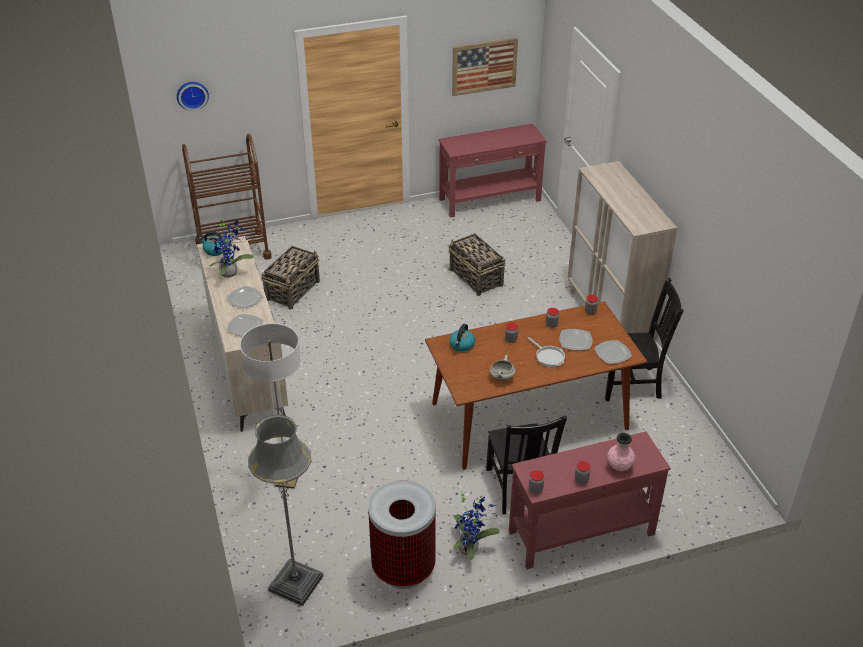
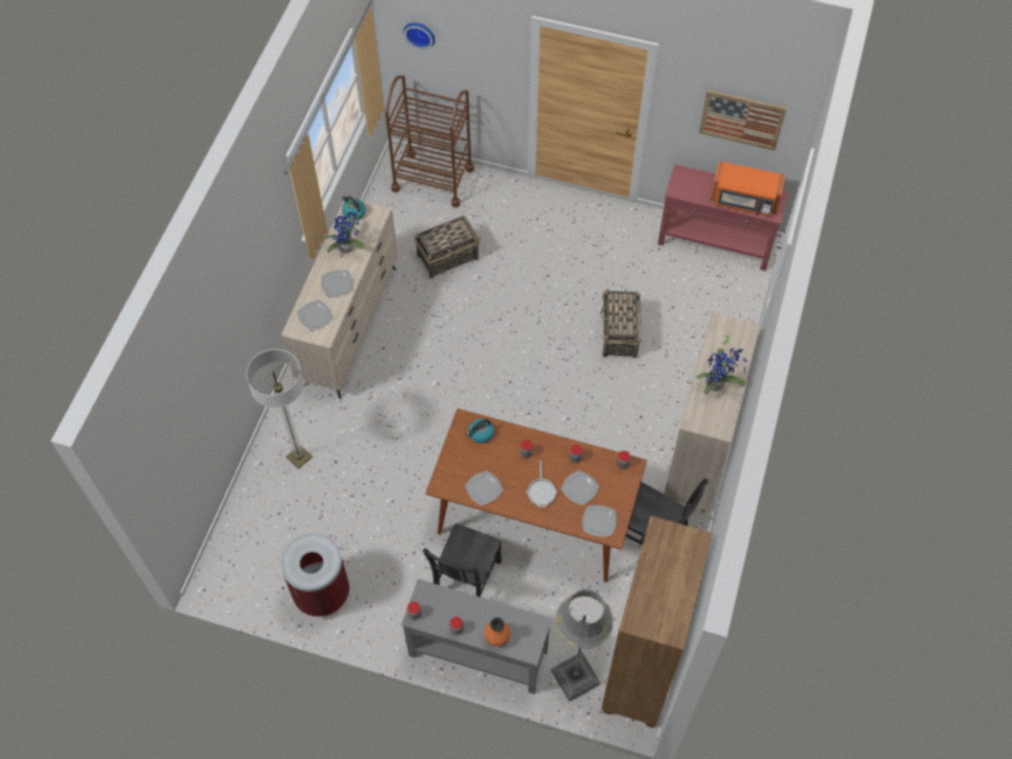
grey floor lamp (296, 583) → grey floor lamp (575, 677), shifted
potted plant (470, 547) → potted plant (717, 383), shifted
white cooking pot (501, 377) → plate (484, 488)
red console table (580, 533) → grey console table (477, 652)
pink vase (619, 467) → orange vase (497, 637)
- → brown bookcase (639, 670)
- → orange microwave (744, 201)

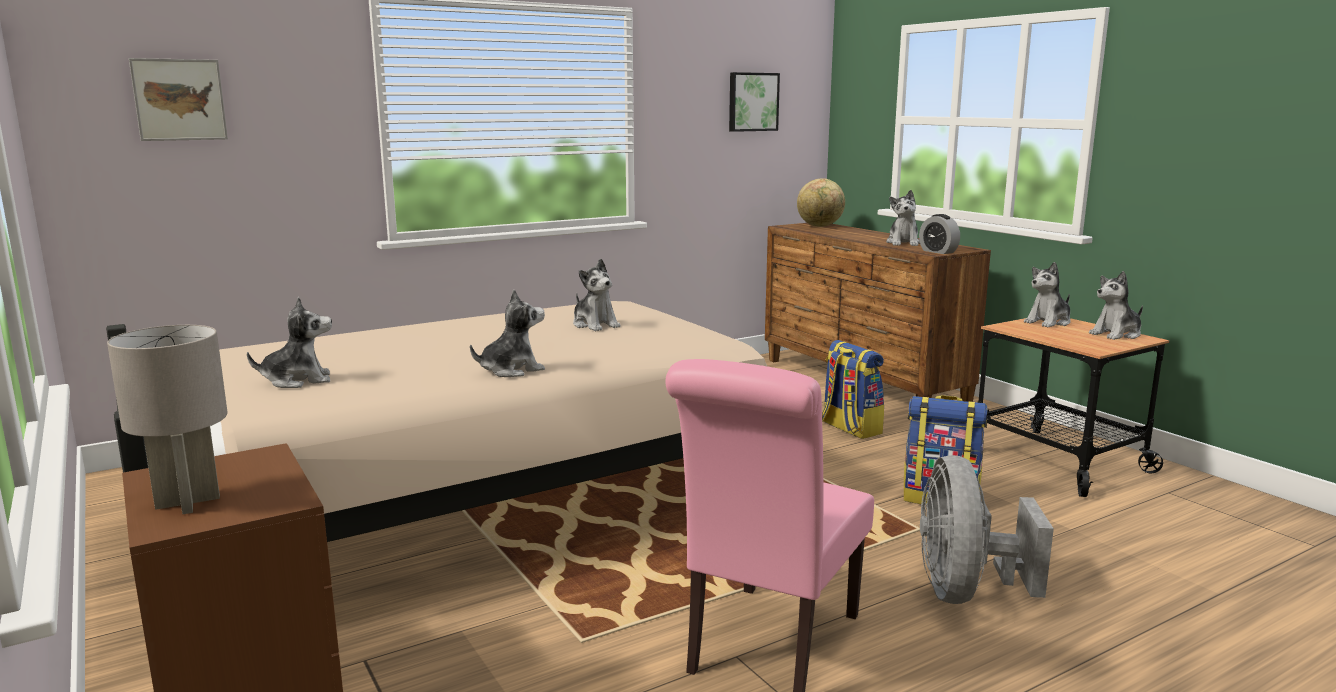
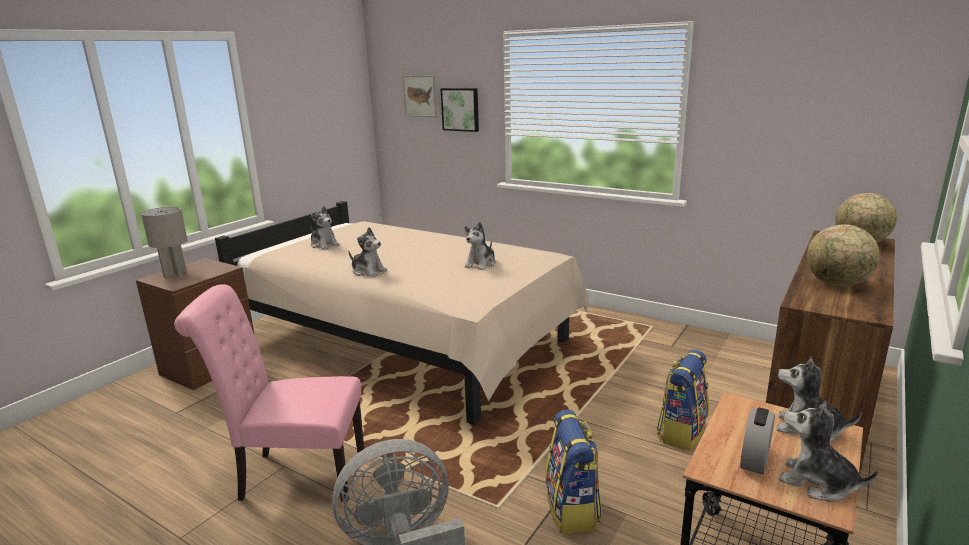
picture (752, 102) → picture (461, 109), shifted
plush toy (903, 243) → globe (837, 284)
alarm clock (938, 251) → alarm clock (754, 460), shifted

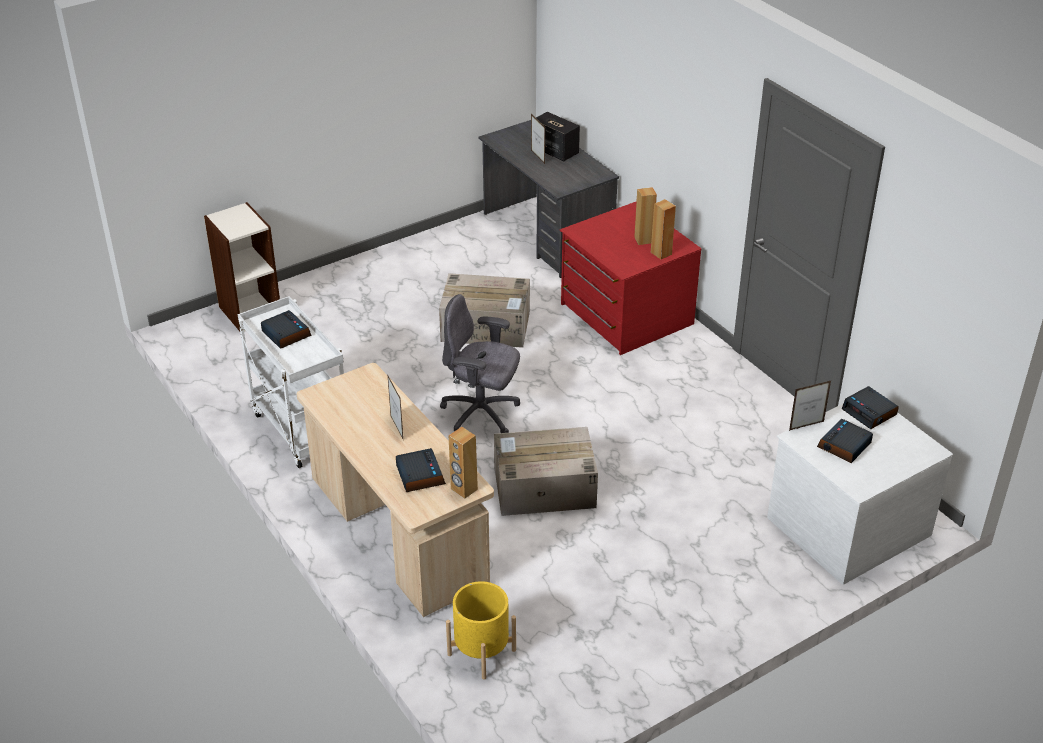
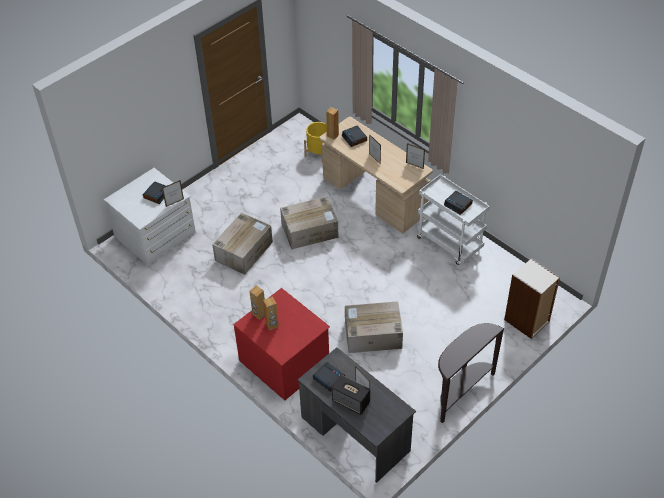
grey office chair (481, 414) → -
alarm clock (870, 412) → alarm clock (328, 378), shifted
- → cardboard box (244, 250)
- → picture frame (414, 166)
- → brown console table (460, 391)

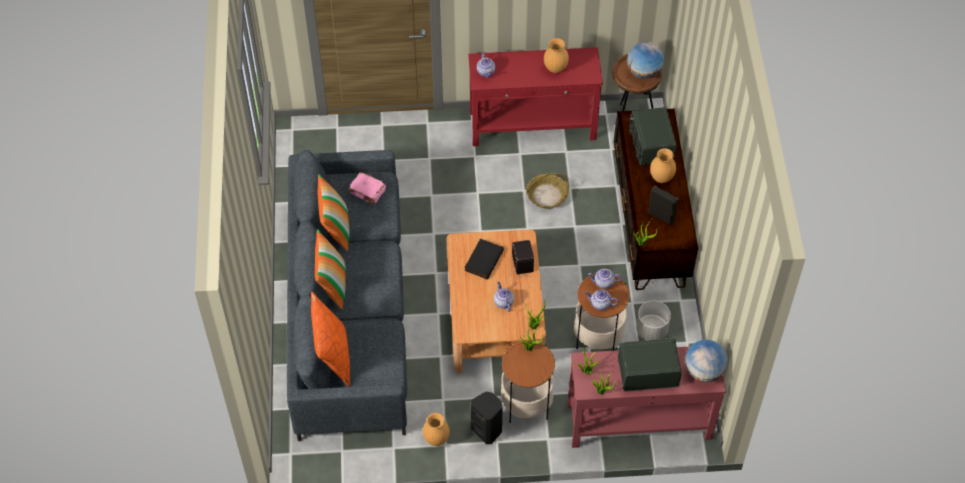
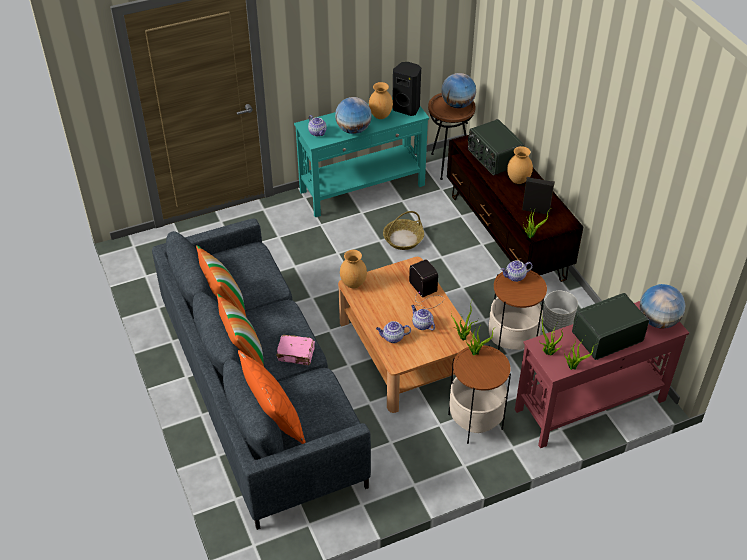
pink book (368, 192) → pink book (296, 355), shifted
brown vase (436, 439) → brown vase (353, 284), shifted
black book (483, 260) → -
red console table (533, 126) → turquoise console table (363, 188)
black speaker (487, 430) → black speaker (407, 108), shifted
teapot (600, 304) → teapot (392, 338), shifted
- → globe (353, 130)

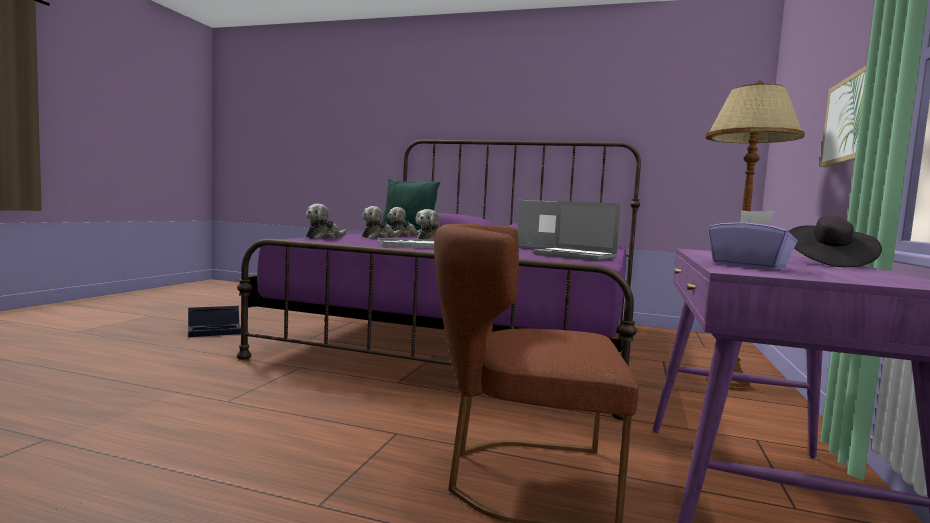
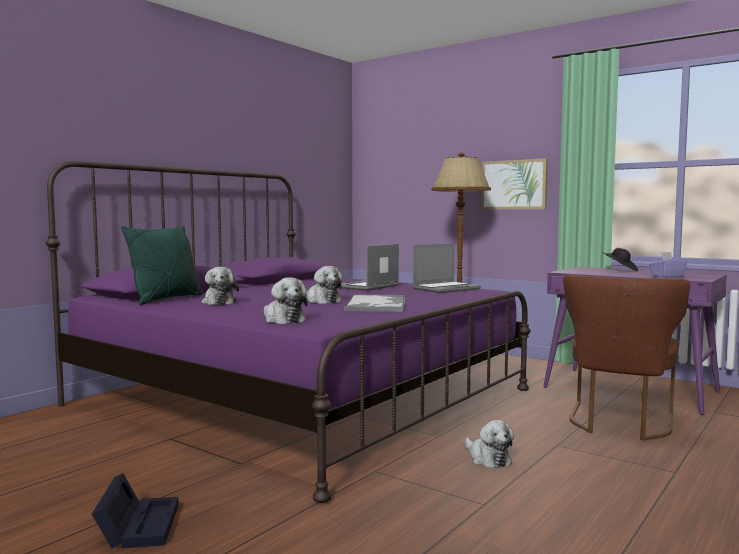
plush toy (379, 237) → plush toy (487, 458), shifted

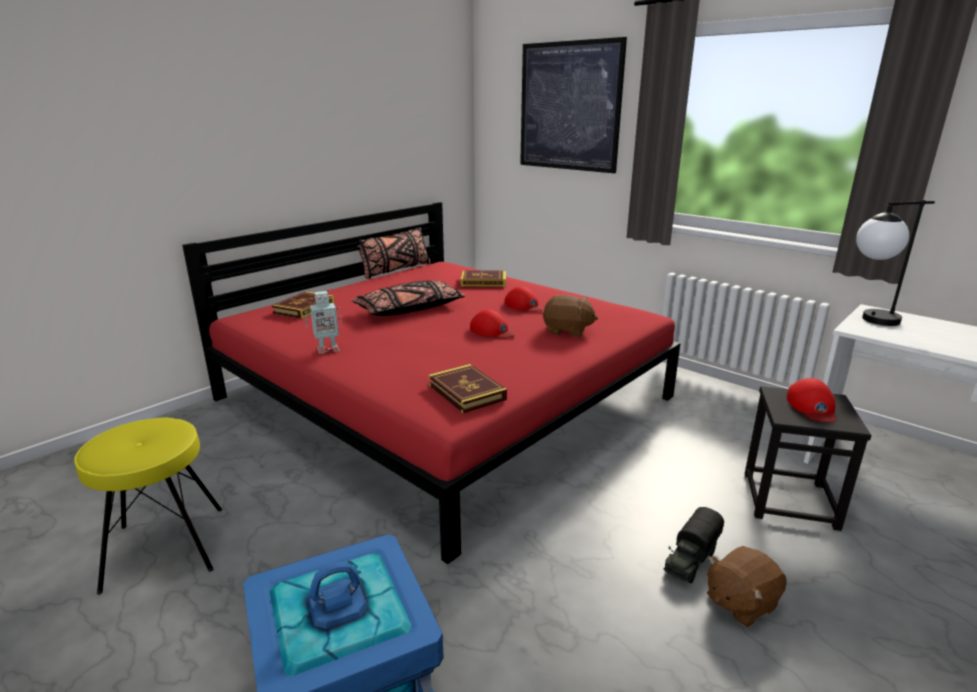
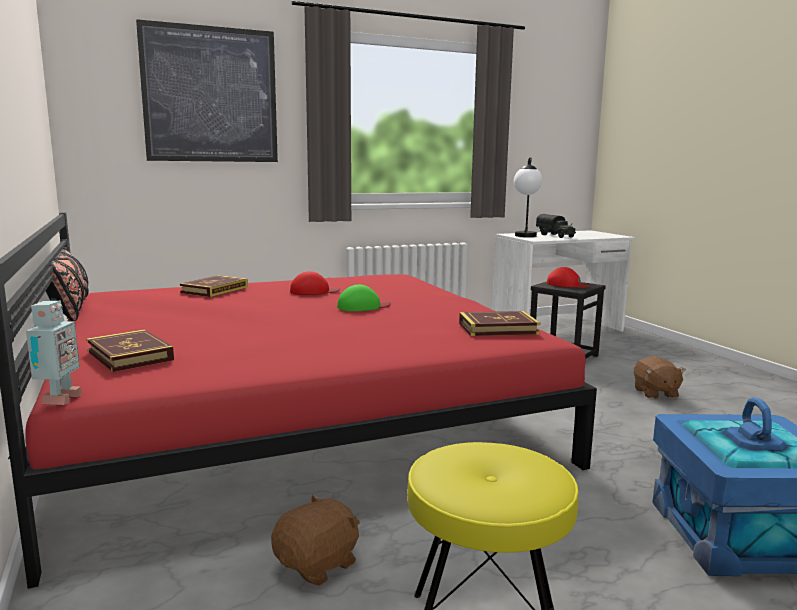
toy robot (327, 350) → toy robot (58, 399), shifted
black pillow (409, 310) → -
red cap (492, 331) → green cap (363, 306)
brown plush toy (567, 331) → brown plush toy (318, 564), shifted
toy truck (690, 559) → toy truck (555, 236), shifted

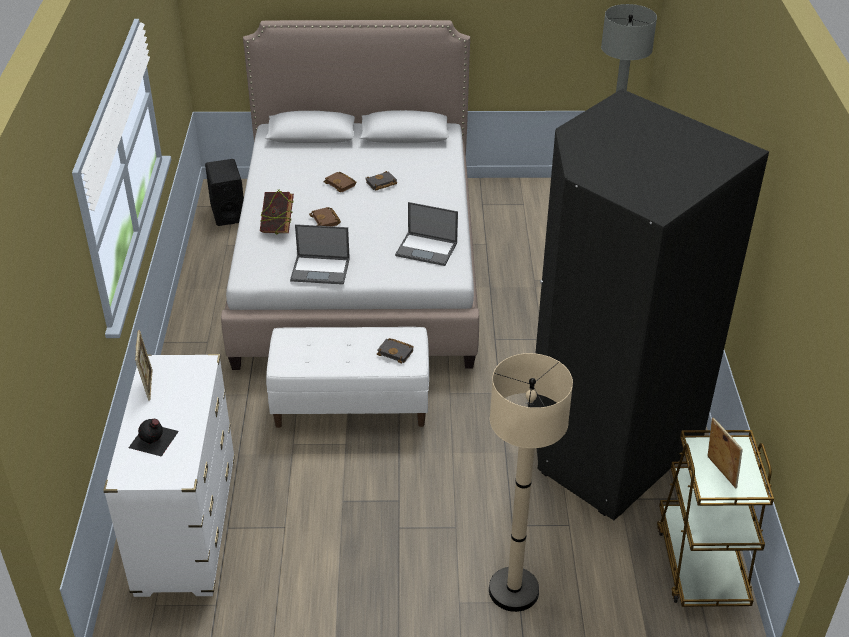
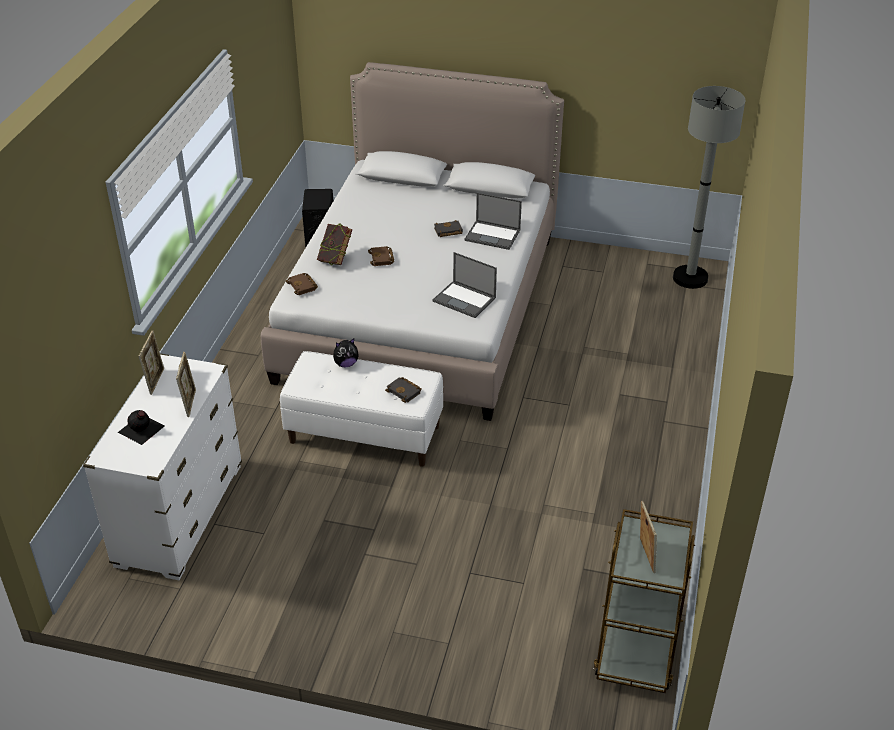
laptop (321, 270) → laptop (493, 235), shifted
brown book (341, 184) → brown book (303, 286), shifted
beige floor lamp (513, 590) → -
black wardrobe (604, 440) → -
- → picture frame (189, 403)
- → plush toy (346, 364)

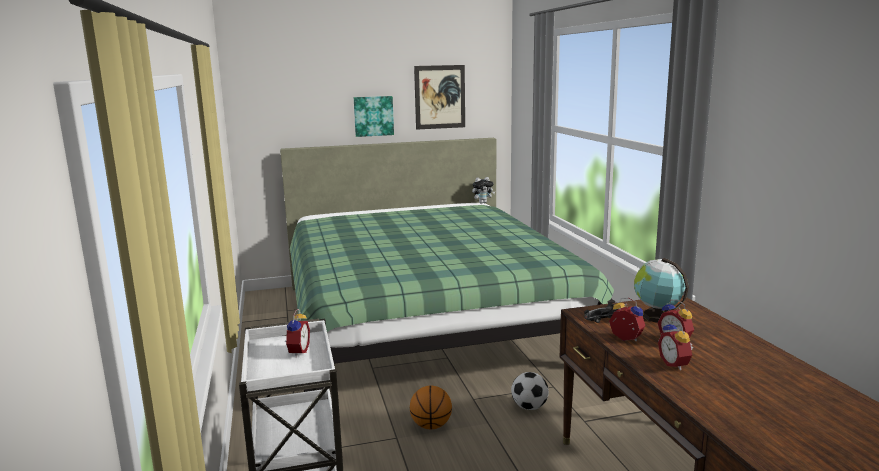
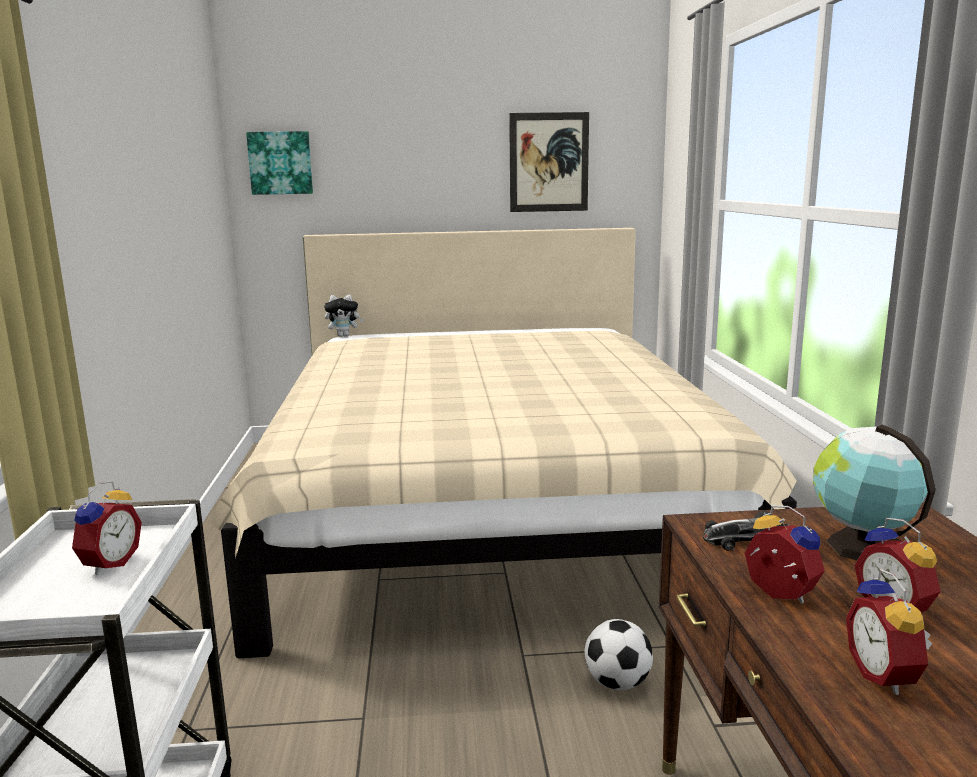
green bed (424, 323) → beige bed (488, 510)
picture (373, 116) → picture (280, 163), shifted
basketball (431, 425) → -
plush toy (483, 202) → plush toy (344, 336), shifted

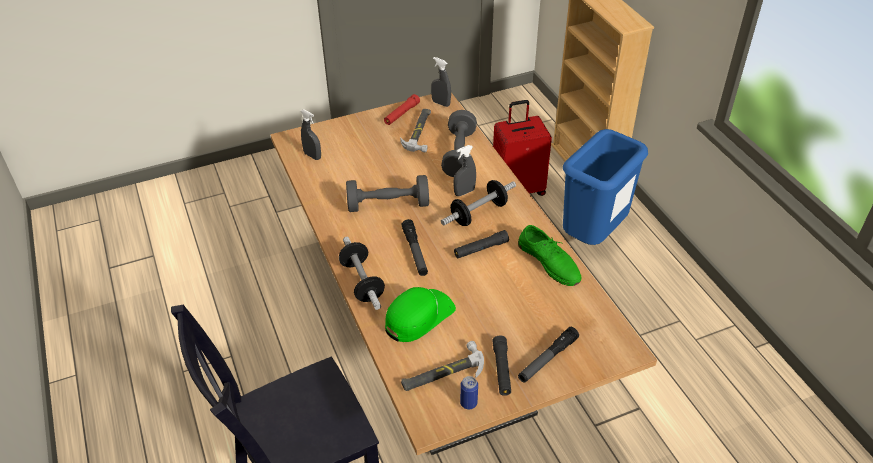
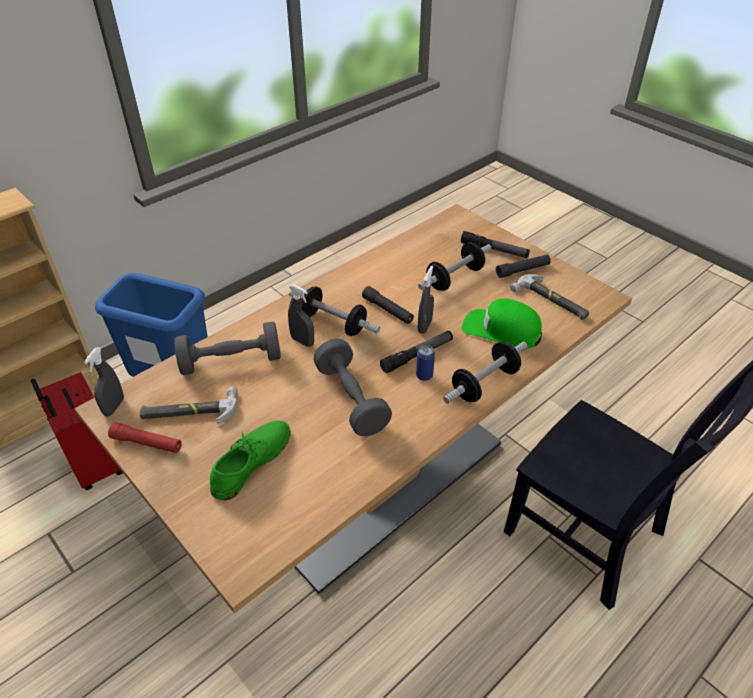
grey spray bottle (312, 156) → grey spray bottle (424, 326), shifted
can (468, 403) → can (424, 375), shifted
green shoe (549, 261) → green shoe (251, 461), shifted
- → dumbbell (454, 278)

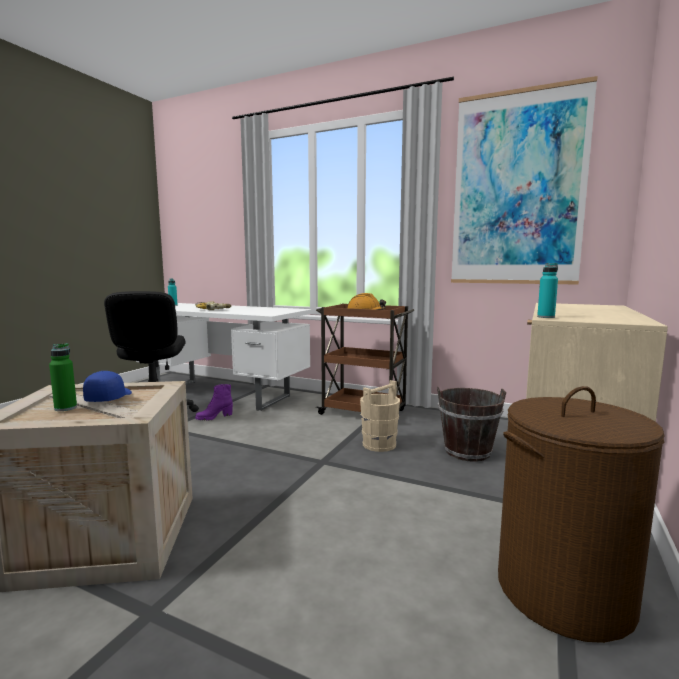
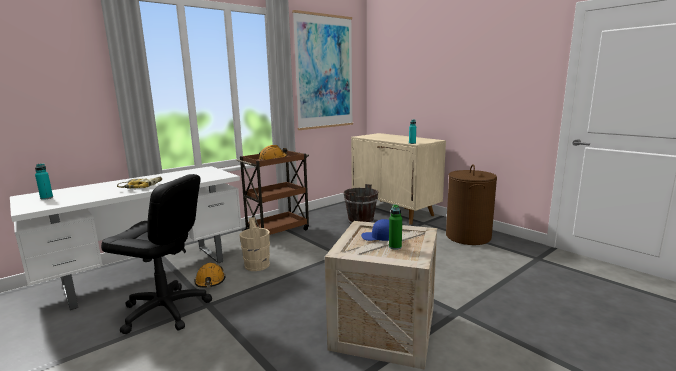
purple boot (214, 417) → orange hard hat (210, 281)
beige bucket (379, 444) → beige bucket (257, 265), shifted

